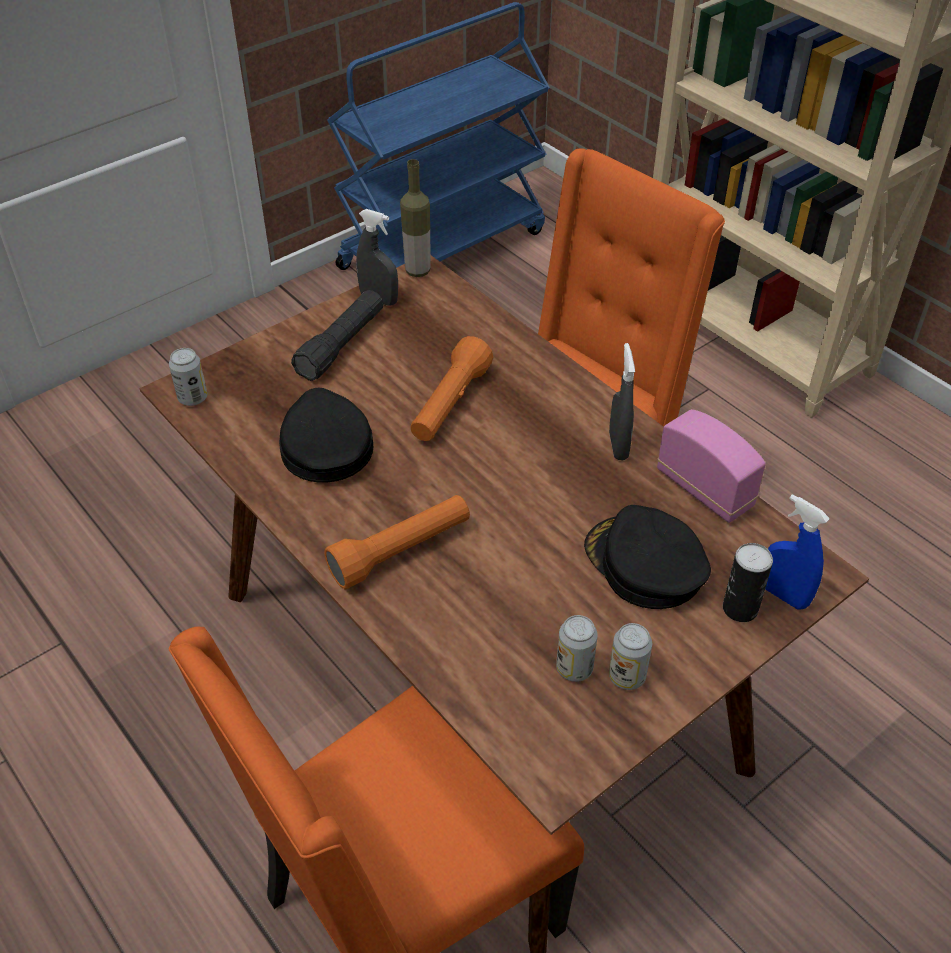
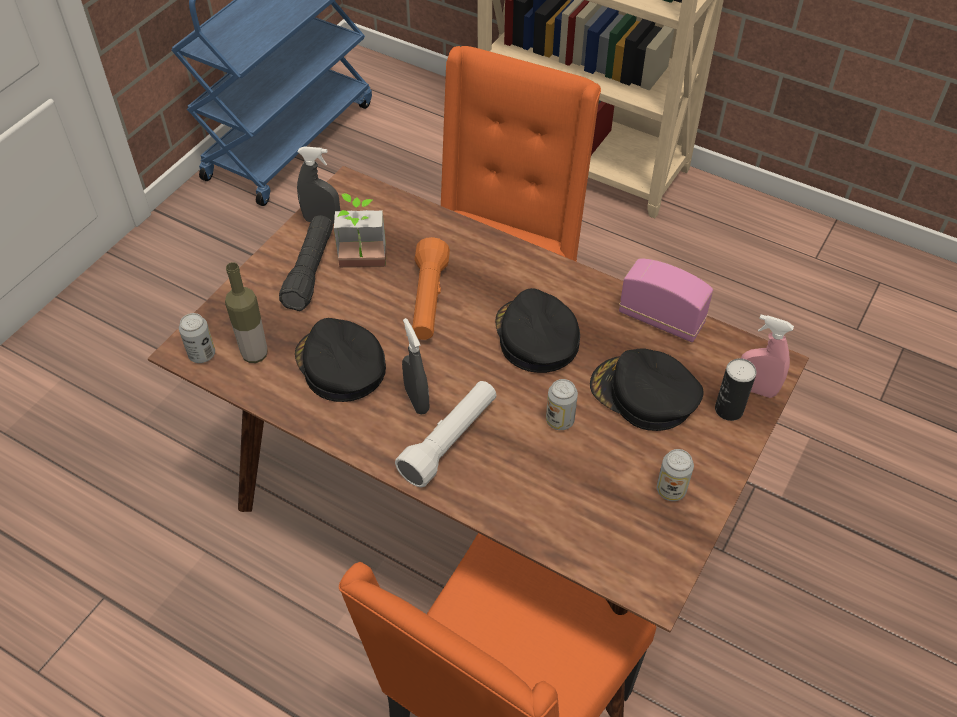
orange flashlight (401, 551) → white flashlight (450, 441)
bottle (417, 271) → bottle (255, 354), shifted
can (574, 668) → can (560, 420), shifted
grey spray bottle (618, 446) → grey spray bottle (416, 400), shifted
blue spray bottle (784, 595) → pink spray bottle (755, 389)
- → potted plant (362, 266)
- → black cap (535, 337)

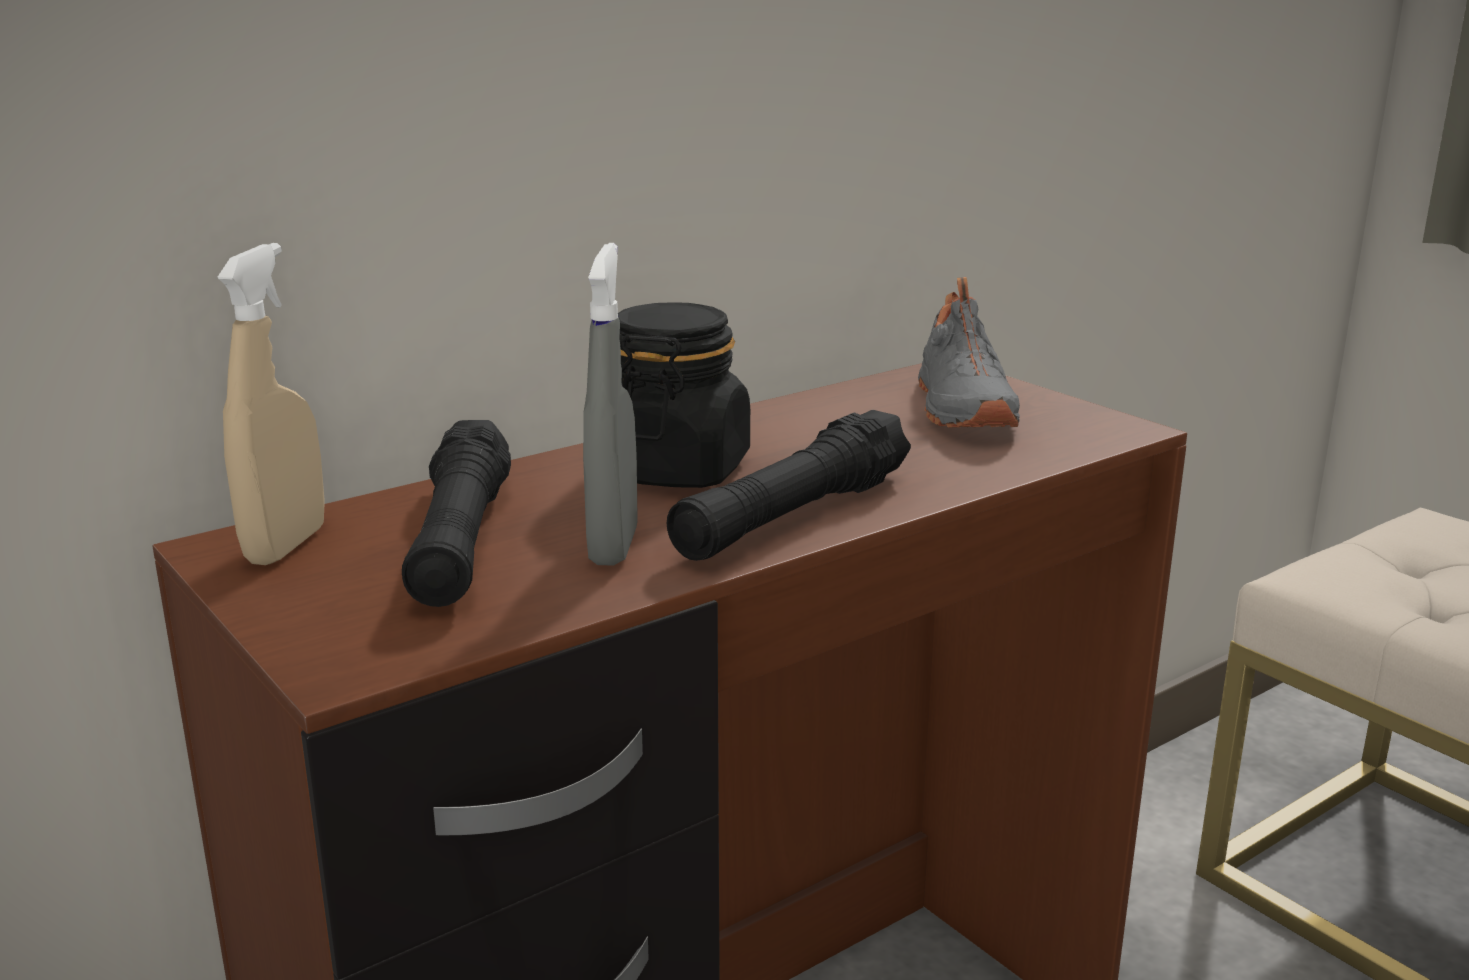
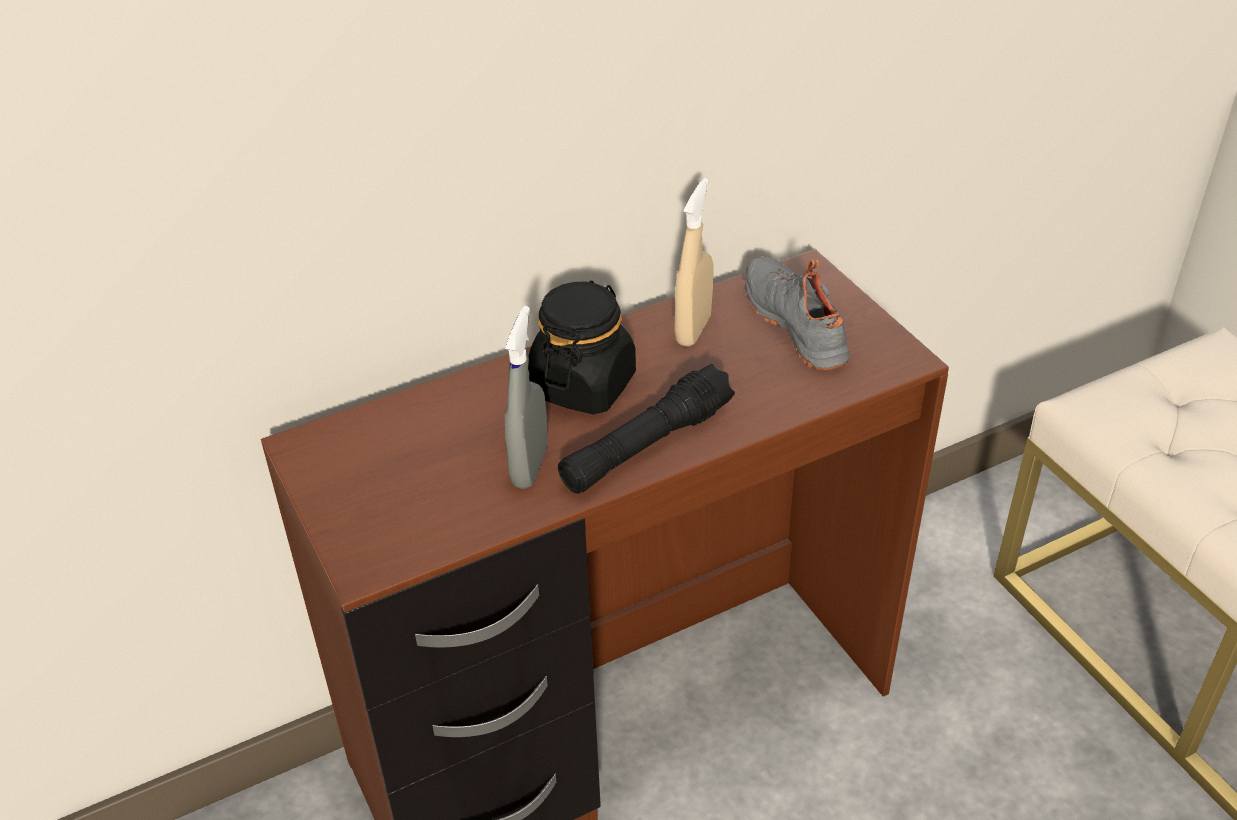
beige spray bottle (286, 545) → beige spray bottle (693, 330), shifted
black flashlight (460, 541) → -
grey shoe (959, 408) → grey shoe (798, 324), 150 degrees clockwise

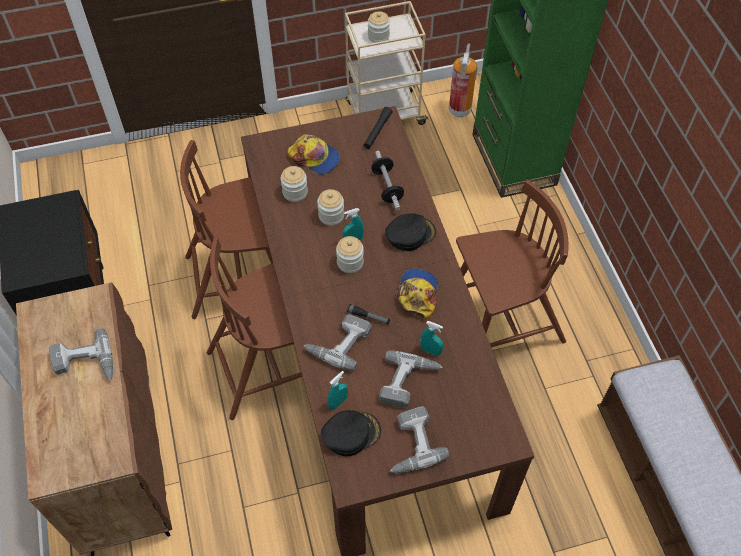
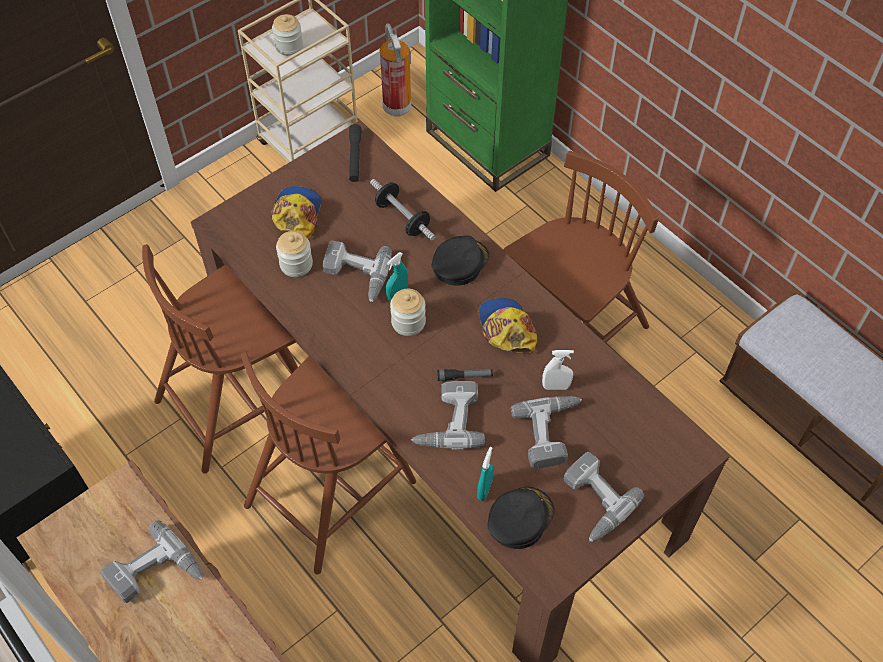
cap (314, 157) → cap (297, 214), 90 degrees counterclockwise
jar (331, 216) → power drill (355, 276)
turquoise spray bottle (430, 350) → white spray bottle (556, 386)

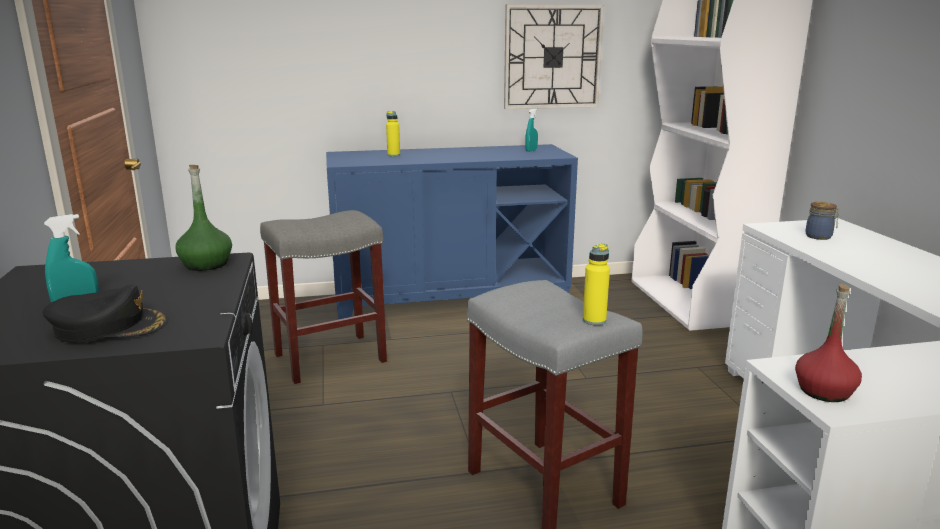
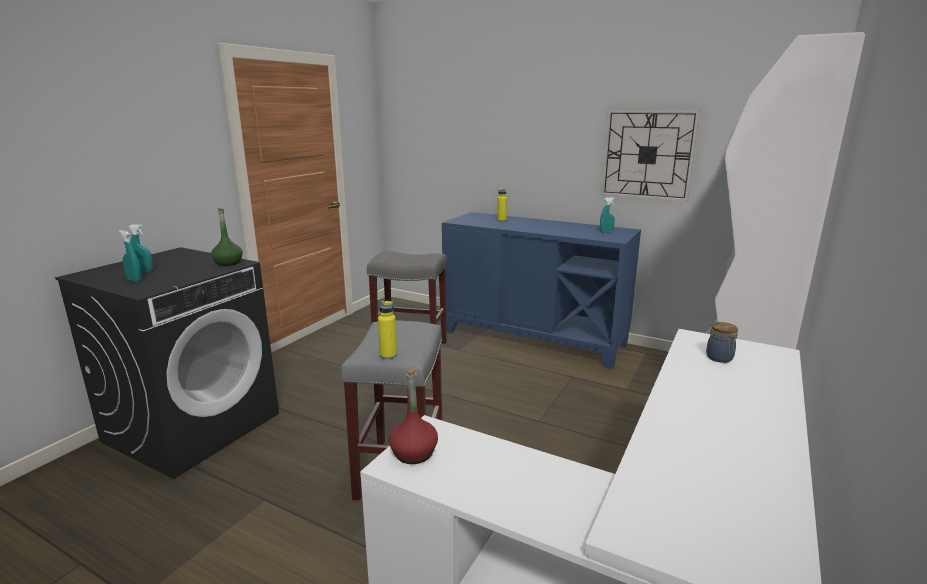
black cap (109, 326) → turquoise spray bottle (134, 280)

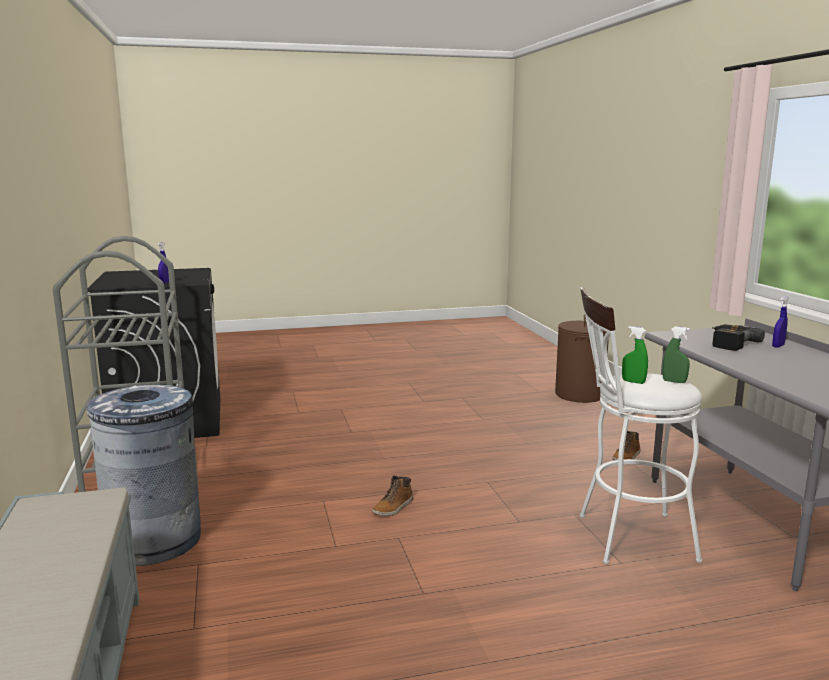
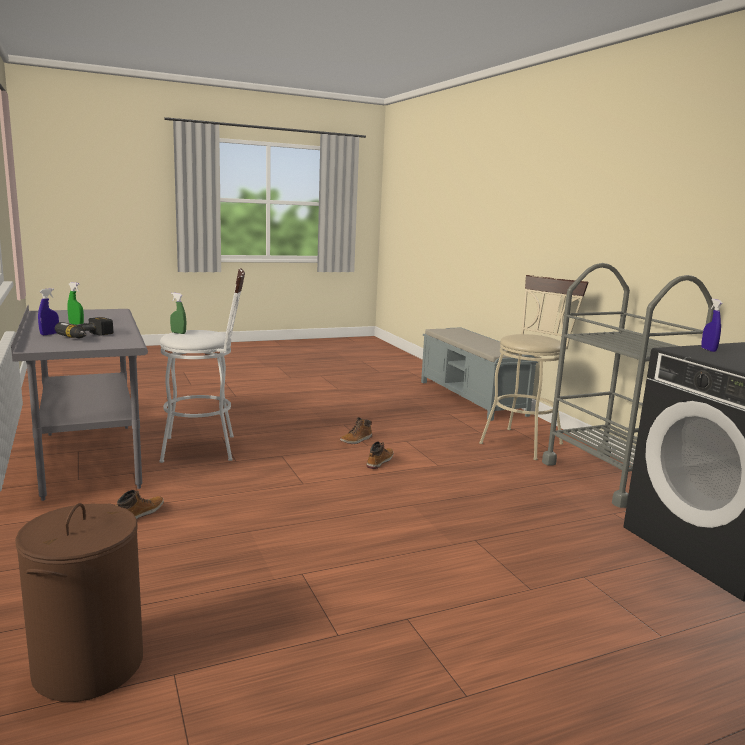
grey trash can (154, 540) → beige stool (524, 441)
green spray bottle (633, 382) → green spray bottle (76, 324), shifted
- → boot (356, 440)

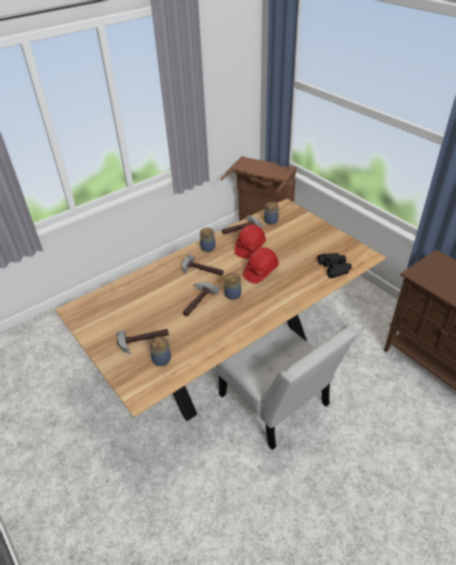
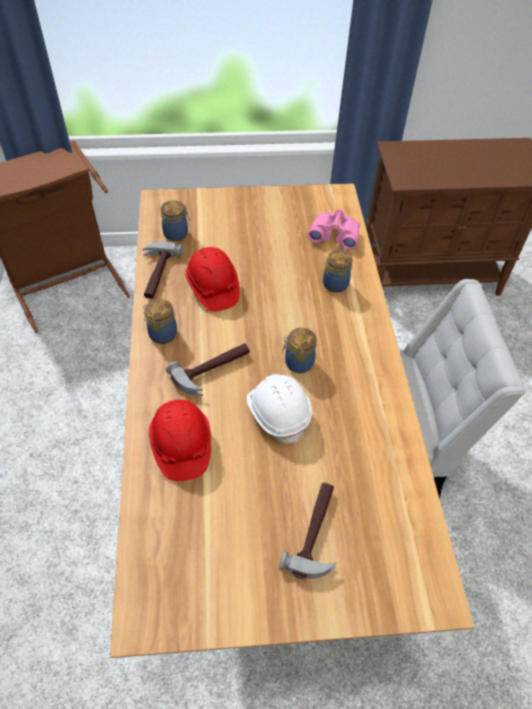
jar (162, 359) → jar (335, 283), shifted
hammer (197, 301) → white hard hat (278, 413)
red hard hat (260, 271) → red hard hat (181, 446), shifted
black binoculars (334, 268) → pink binoculars (334, 235)

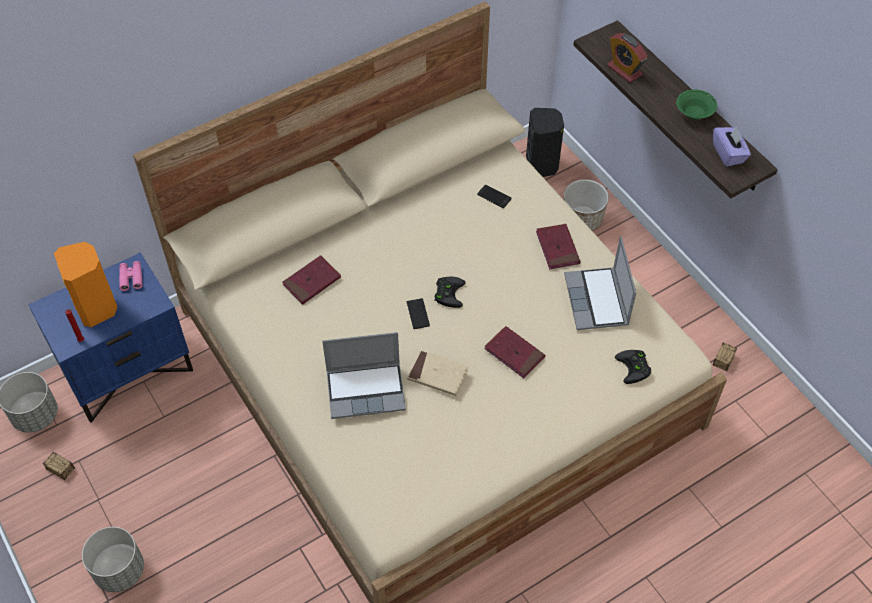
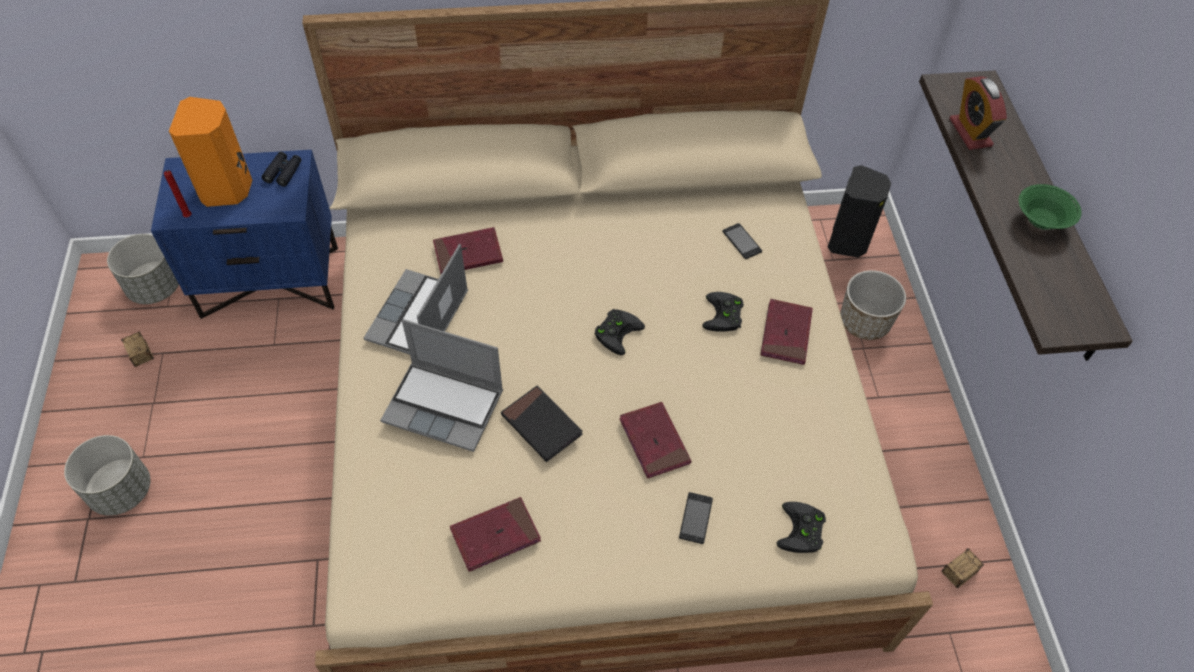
pink binoculars (131, 278) → black binoculars (283, 172)
phone (418, 314) → phone (695, 518), shifted
beige book (438, 374) → black book (541, 425)
laptop (597, 301) → laptop (419, 318), shifted
purple tissue box (728, 154) → -
- → red book (495, 535)
- → black game controller (724, 316)

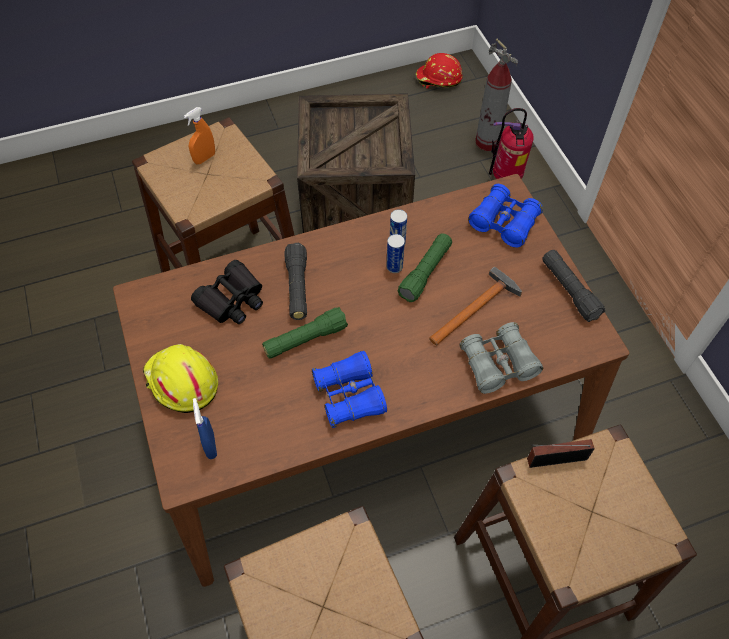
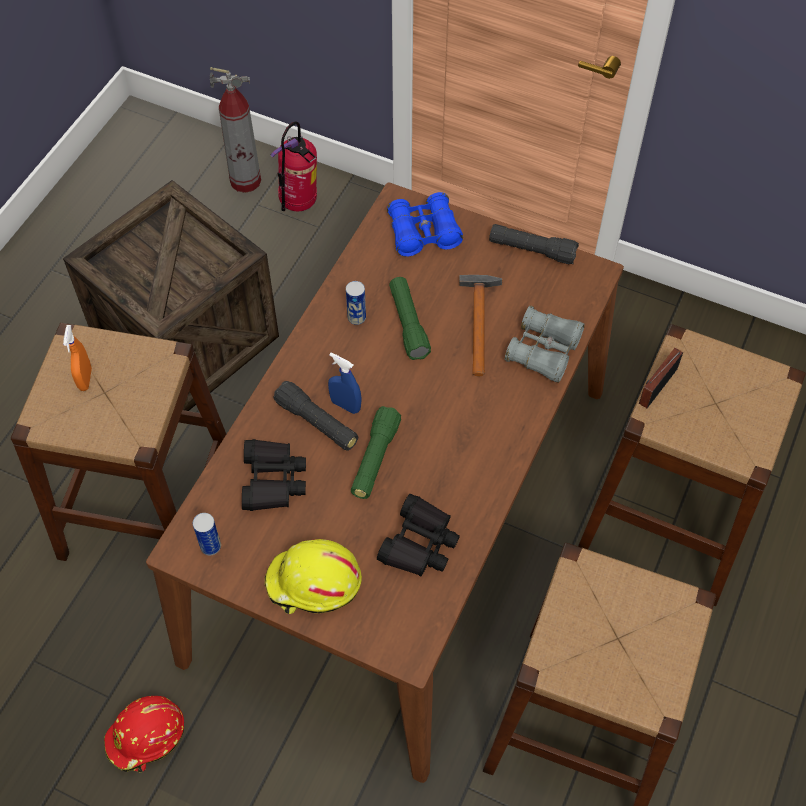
blue spray bottle (210, 445) → blue spray bottle (345, 405), shifted
blue binoculars (349, 395) → -
can (394, 267) → can (210, 546), shifted
red hard hat (438, 79) → red hard hat (146, 737), shifted
- → black binoculars (419, 543)

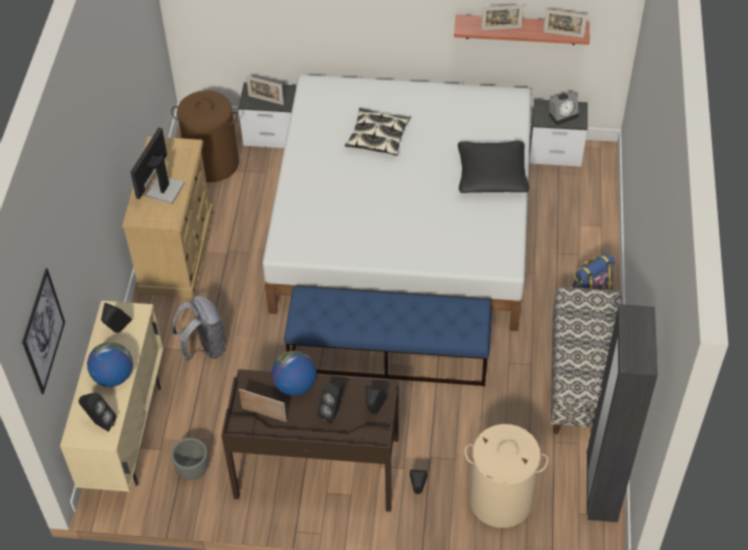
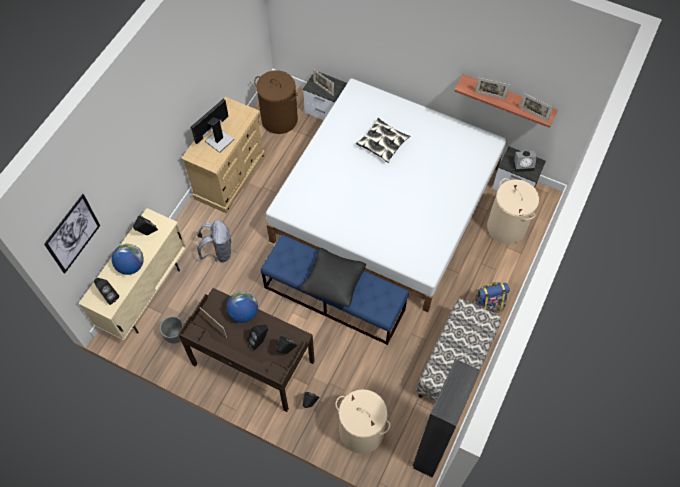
black pillow (491, 175) → black pillow (333, 281), shifted
- → beige laundry basket (506, 227)

